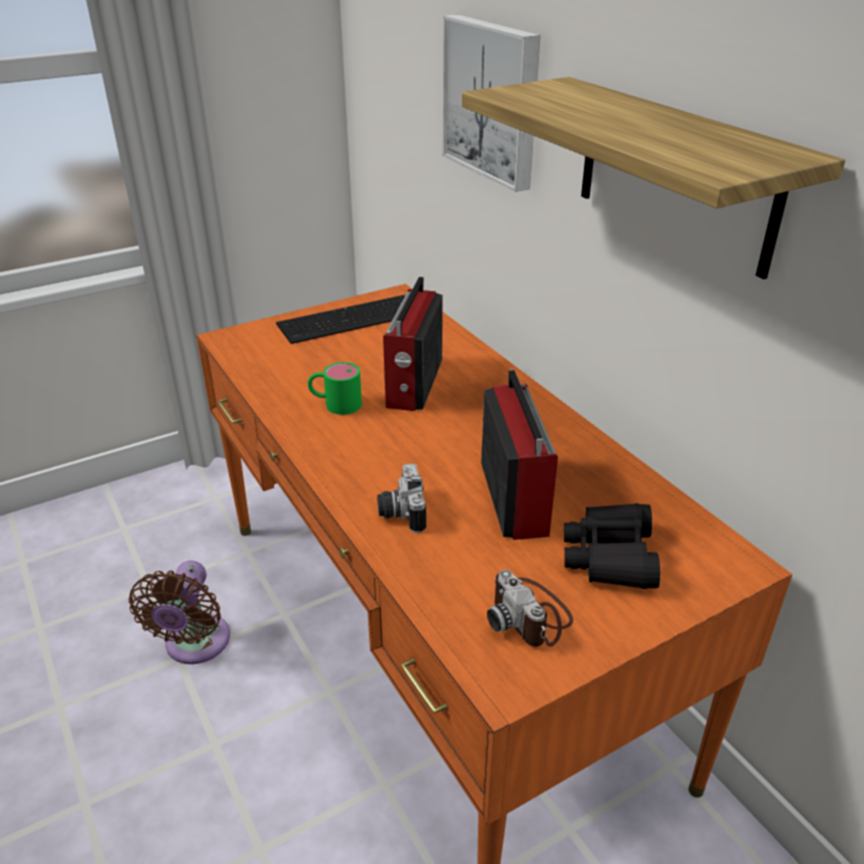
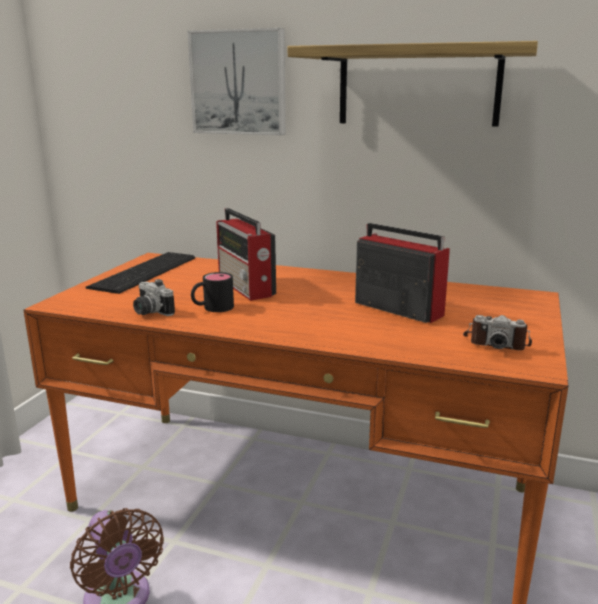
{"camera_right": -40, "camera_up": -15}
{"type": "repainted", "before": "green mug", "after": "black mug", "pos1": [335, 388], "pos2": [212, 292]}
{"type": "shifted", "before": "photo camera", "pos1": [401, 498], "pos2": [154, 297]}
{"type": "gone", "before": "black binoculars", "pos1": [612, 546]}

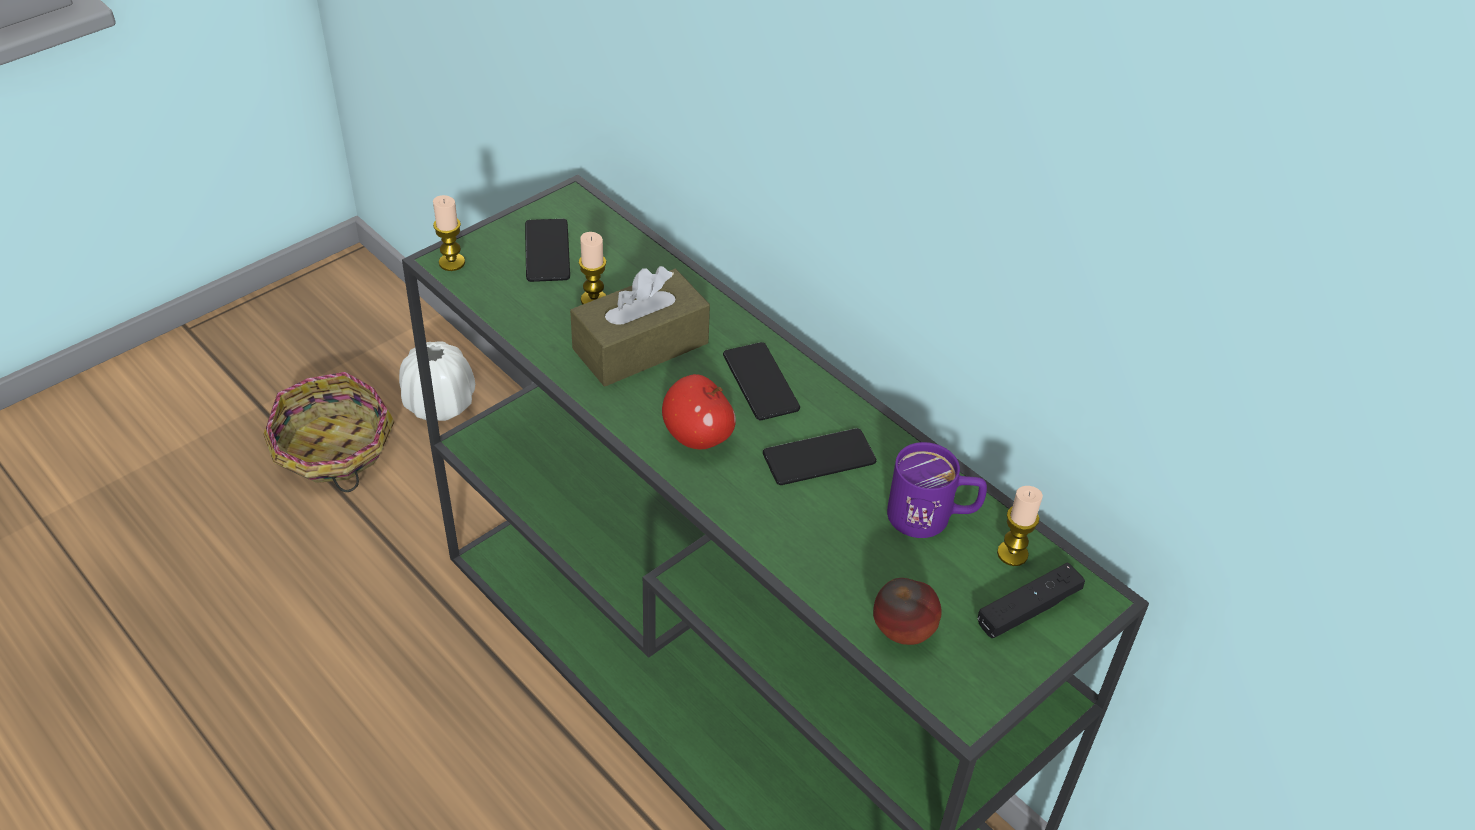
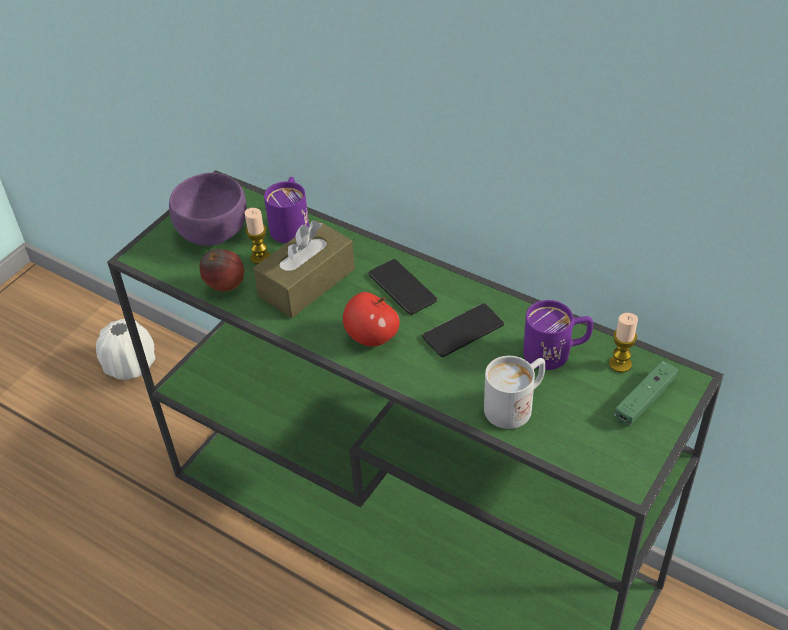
{"camera_right": -10, "camera_up": 0}
{"type": "gone", "before": "candle", "pos1": [449, 233]}
{"type": "swapped", "before": "phone", "after": "purple bowl", "pos1": [547, 250], "pos2": [208, 209]}
{"type": "gone", "before": "basket", "pos1": [329, 432]}
{"type": "repainted", "before": "black game controller", "after": "green game controller", "pos1": [1031, 600], "pos2": [646, 393]}
{"type": "shifted", "before": "apple", "pos1": [907, 611], "pos2": [221, 270]}
{"type": "new", "after": "purple mug", "pos2": [286, 210]}
{"type": "new", "after": "white mug", "pos2": [514, 392]}

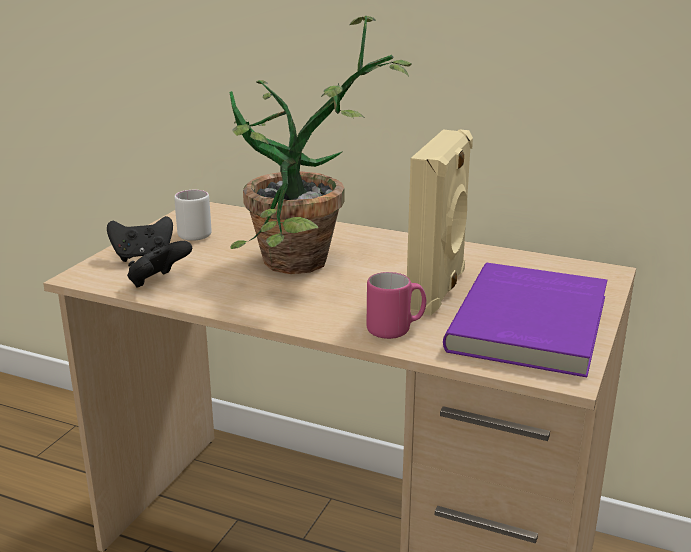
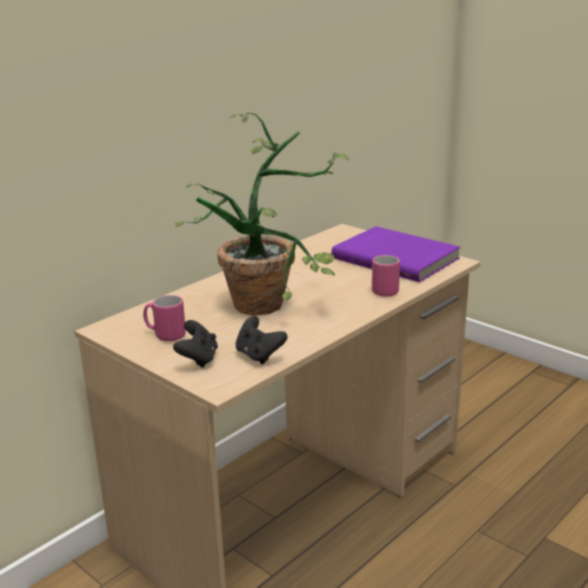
{"camera_right": -70, "camera_up": 0}
{"type": "gone", "before": "beige speaker", "pos1": [440, 222]}
{"type": "repainted", "before": "white mug", "after": "pink mug", "pos1": [193, 215], "pos2": [164, 318]}

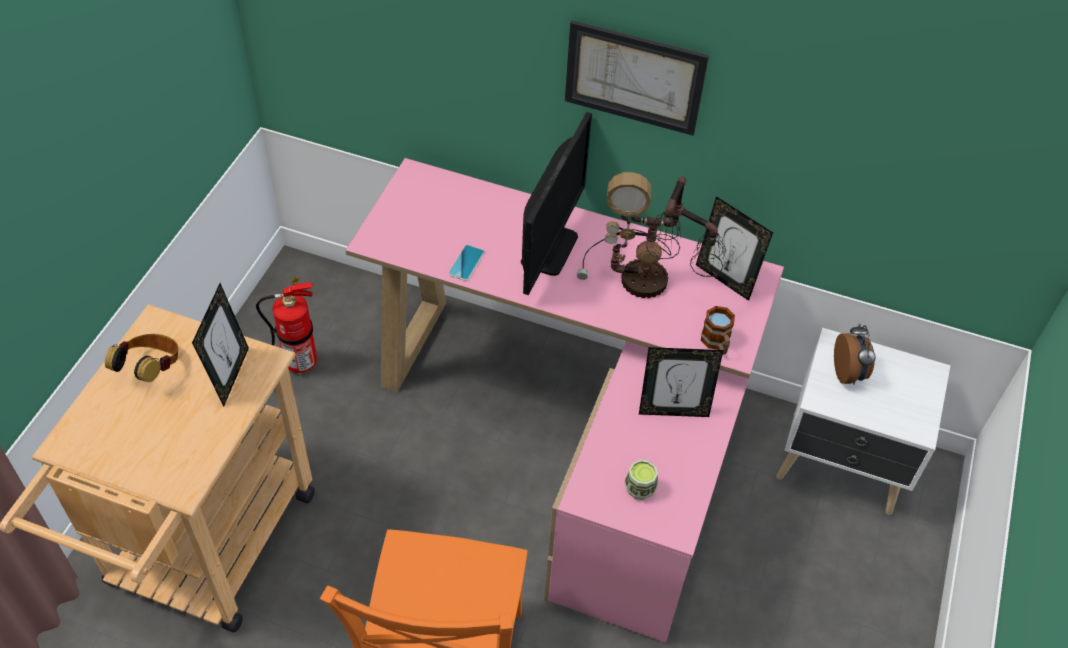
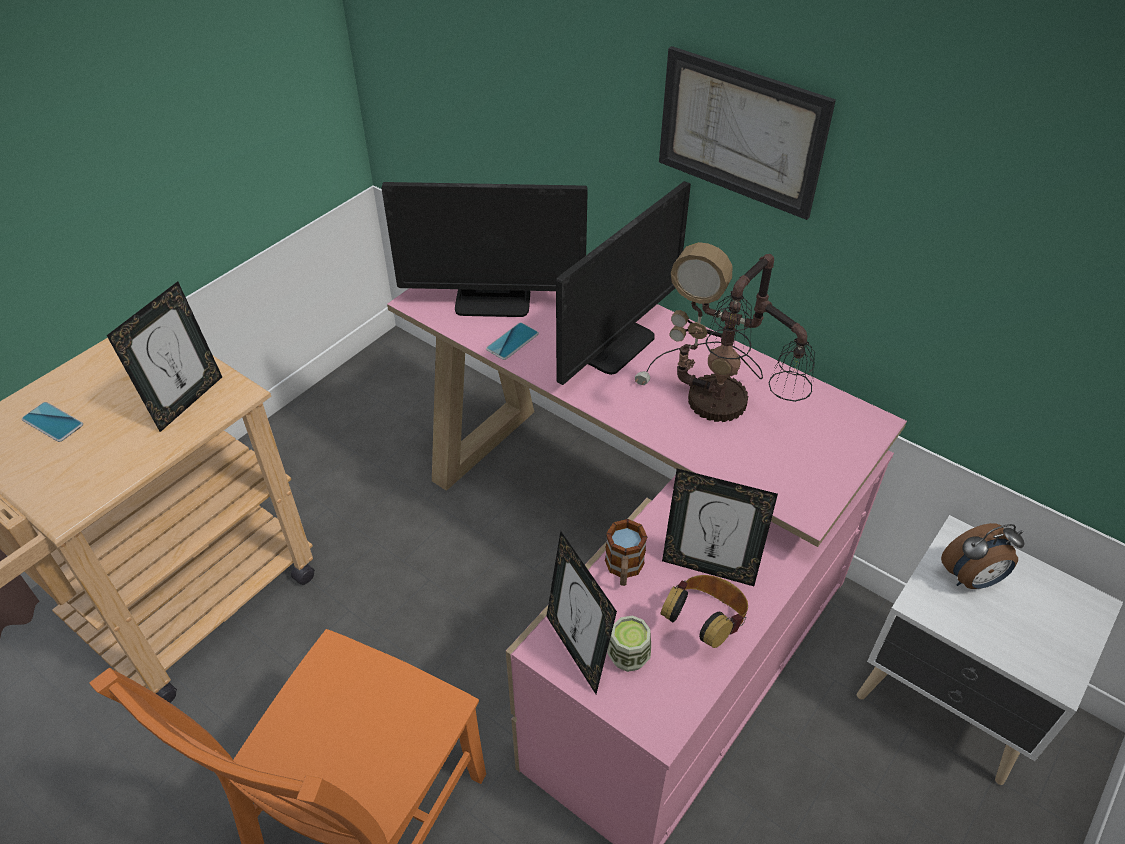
{"camera_right": 20, "camera_up": -5}
{"type": "shifted", "before": "picture frame", "pos1": [734, 248], "pos2": [581, 612]}
{"type": "gone", "before": "fire extinguisher", "pos1": [286, 325]}
{"type": "shifted", "before": "mug", "pos1": [718, 330], "pos2": [626, 552]}
{"type": "rotated", "before": "alarm clock", "pos1": [855, 353], "pos2": [982, 556], "turn": 60}
{"type": "shifted", "before": "headphones", "pos1": [141, 358], "pos2": [704, 611]}
{"type": "new", "after": "monitor", "pos2": [485, 249]}
{"type": "new", "after": "phone", "pos2": [52, 422]}

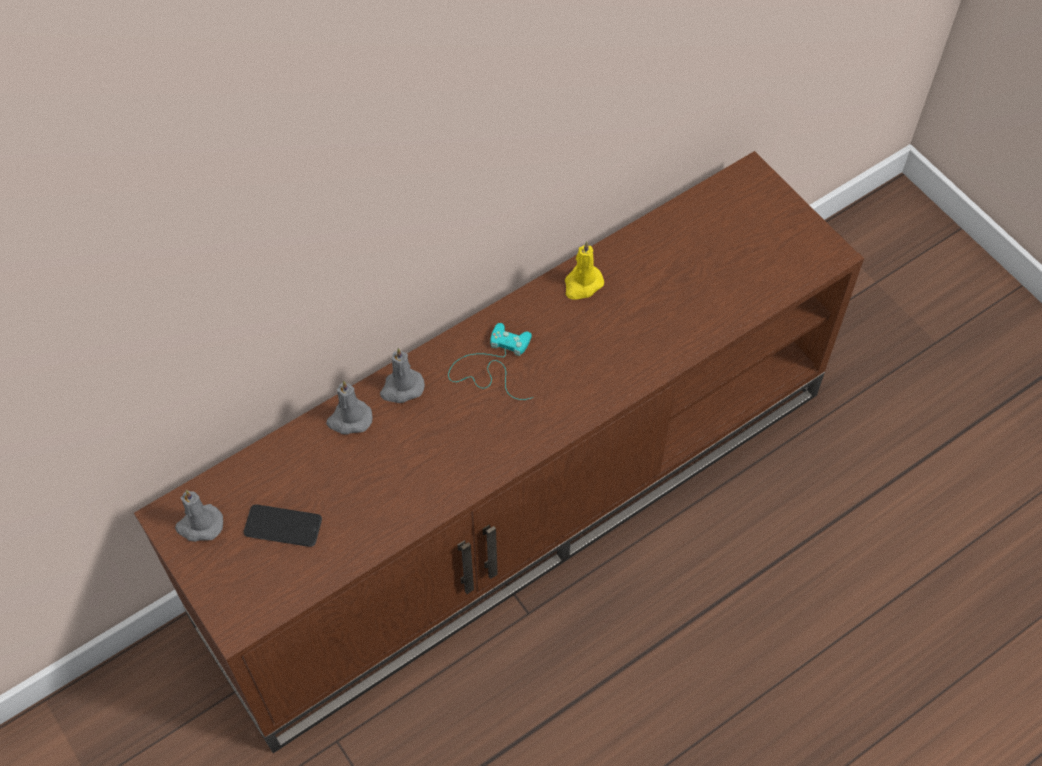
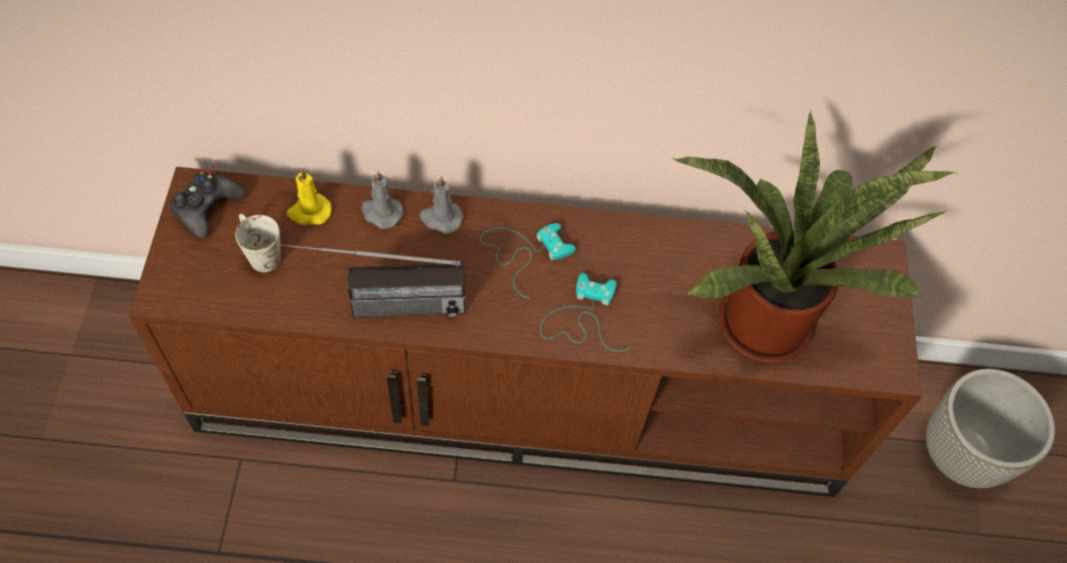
{"camera_right": 35, "camera_up": 0}
{"type": "shifted", "before": "yellow candle", "pos1": [584, 270], "pos2": [308, 196]}
{"type": "swapped", "before": "grey candle", "after": "black game controller", "pos1": [199, 516], "pos2": [208, 205]}
{"type": "swapped", "before": "phone", "after": "white mug", "pos1": [283, 525], "pos2": [258, 243]}
{"type": "new", "after": "potted plant", "pos2": [813, 236]}
{"type": "new", "after": "radio", "pos2": [371, 280]}
{"type": "new", "after": "turquoise game controller", "pos2": [585, 312]}
{"type": "new", "after": "grey planter", "pos2": [990, 428]}

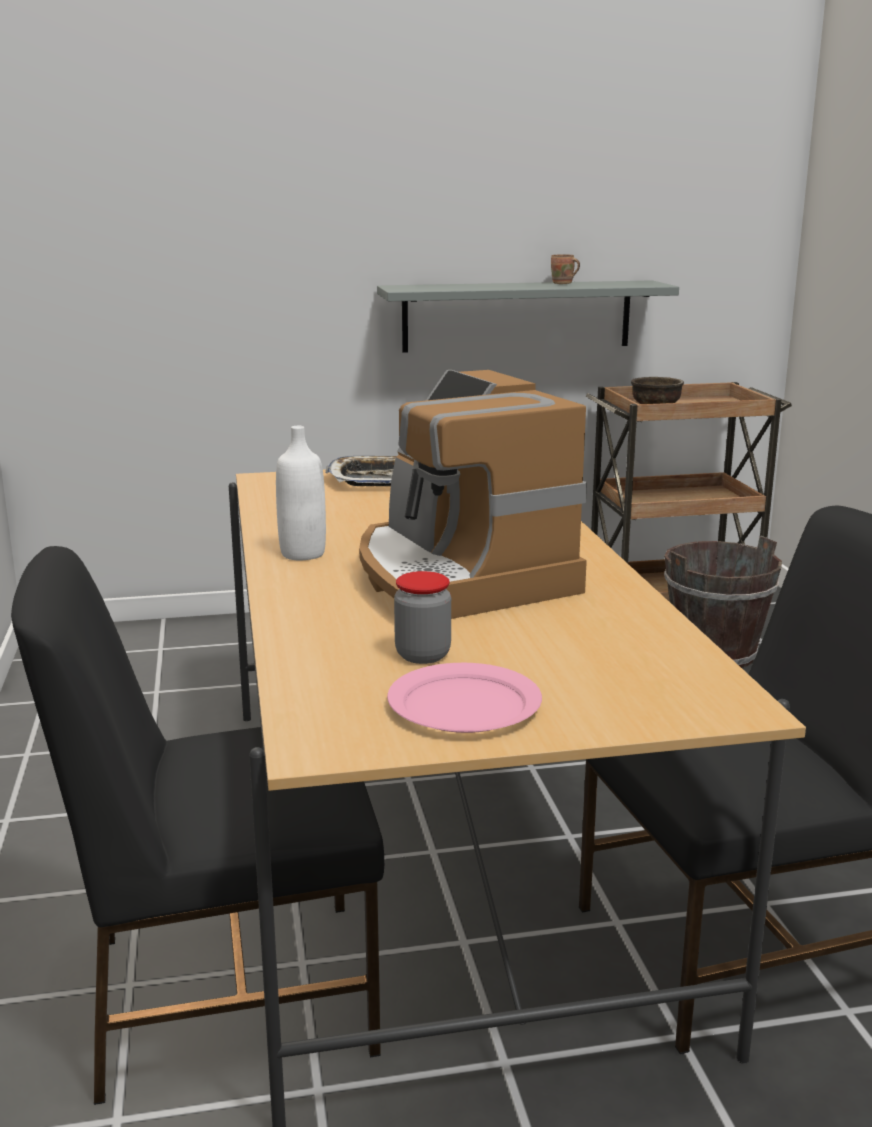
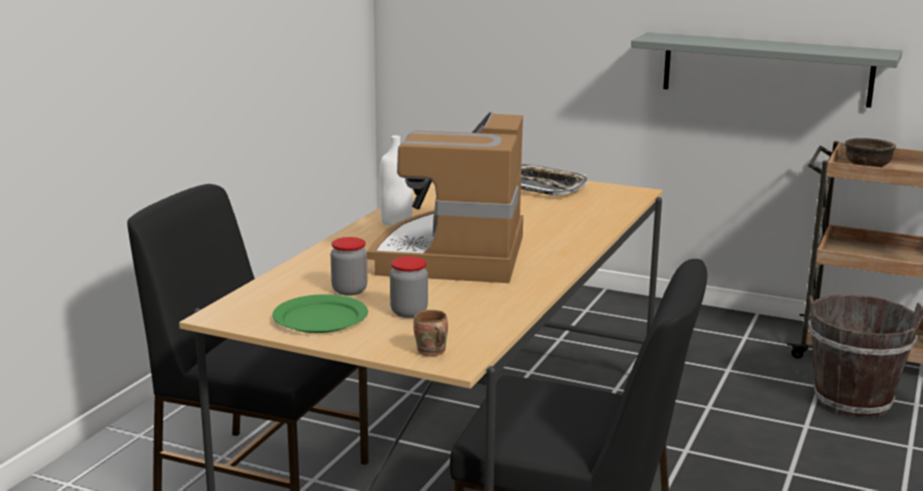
{"camera_right": 35, "camera_up": 0}
{"type": "shifted", "before": "brown mug", "pos1": [565, 269], "pos2": [430, 333]}
{"type": "repainted", "before": "pink plate", "after": "green plate", "pos1": [464, 698], "pos2": [320, 313]}
{"type": "new", "after": "jar", "pos2": [409, 287]}

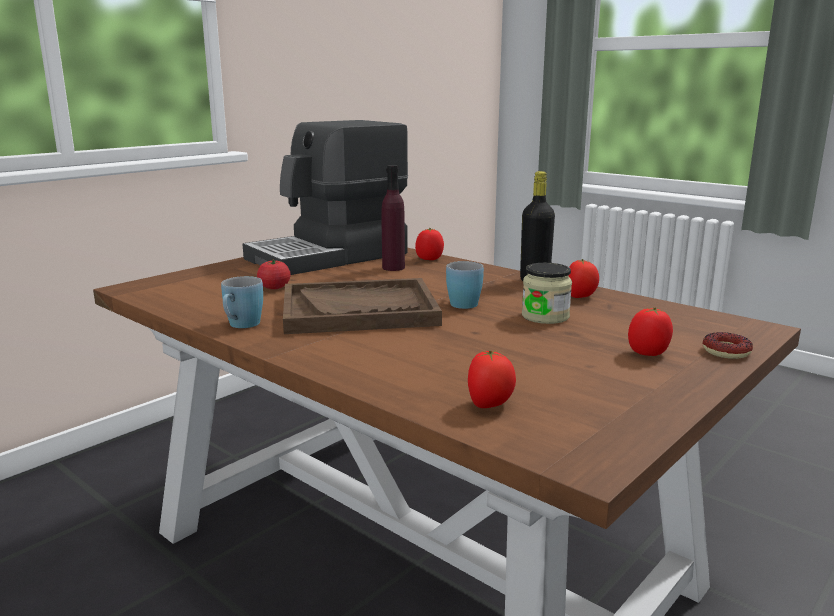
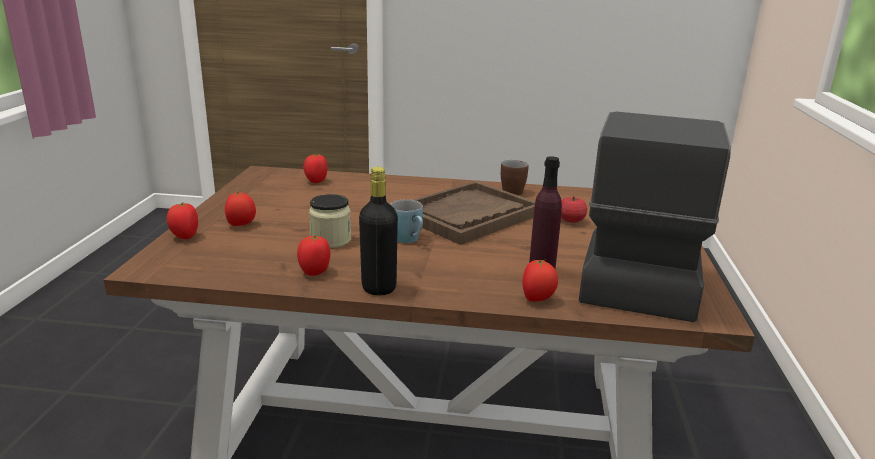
{"camera_right": 145, "camera_up": 5}
{"type": "repainted", "before": "blue mug", "after": "brown mug", "pos1": [242, 302], "pos2": [514, 177]}
{"type": "swapped", "before": "donut", "after": "tomato", "pos1": [728, 345], "pos2": [182, 221]}

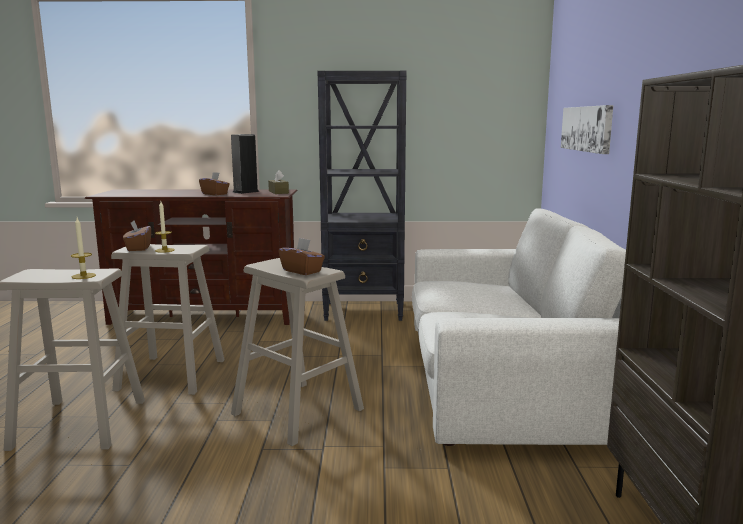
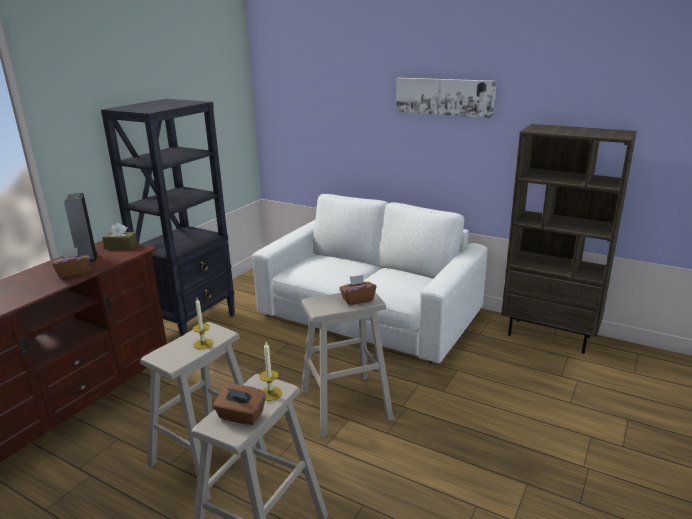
{"camera_right": -60, "camera_up": 10}
{"type": "shifted", "before": "picture", "pos1": [587, 129], "pos2": [446, 98]}
{"type": "shifted", "before": "brown tissue box", "pos1": [137, 235], "pos2": [239, 404]}

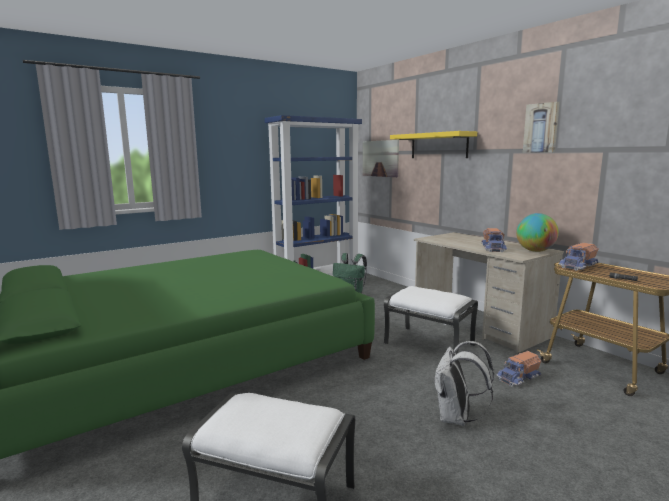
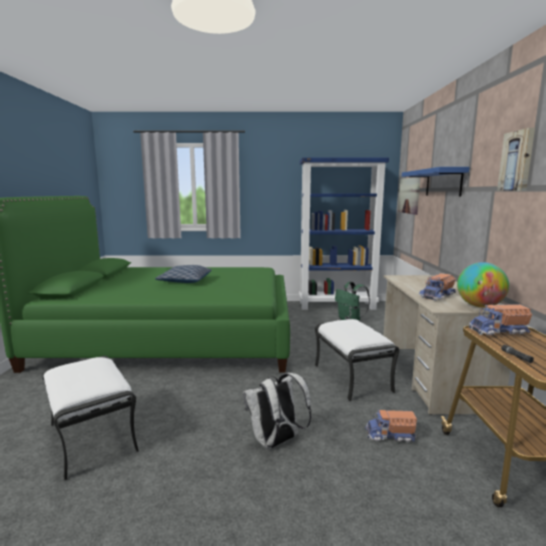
{"camera_right": 35, "camera_up": 0}
{"type": "repainted", "before": "yellow shelf", "after": "blue shelf", "pos1": [433, 144], "pos2": [435, 181]}
{"type": "new", "after": "pillow", "pos2": [183, 274]}

